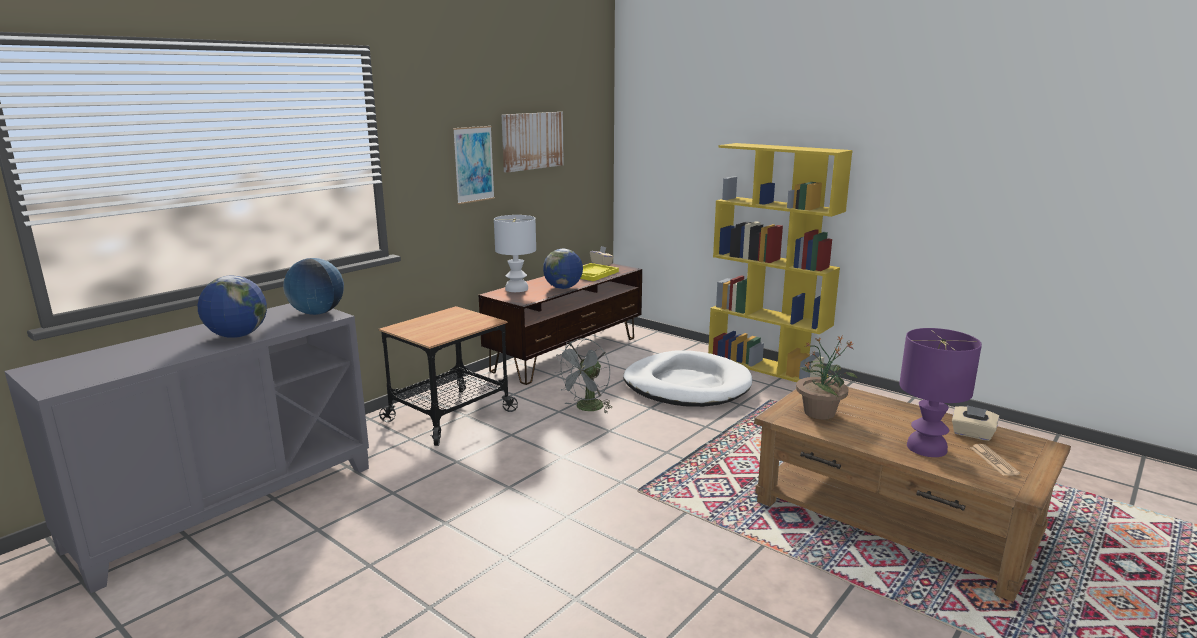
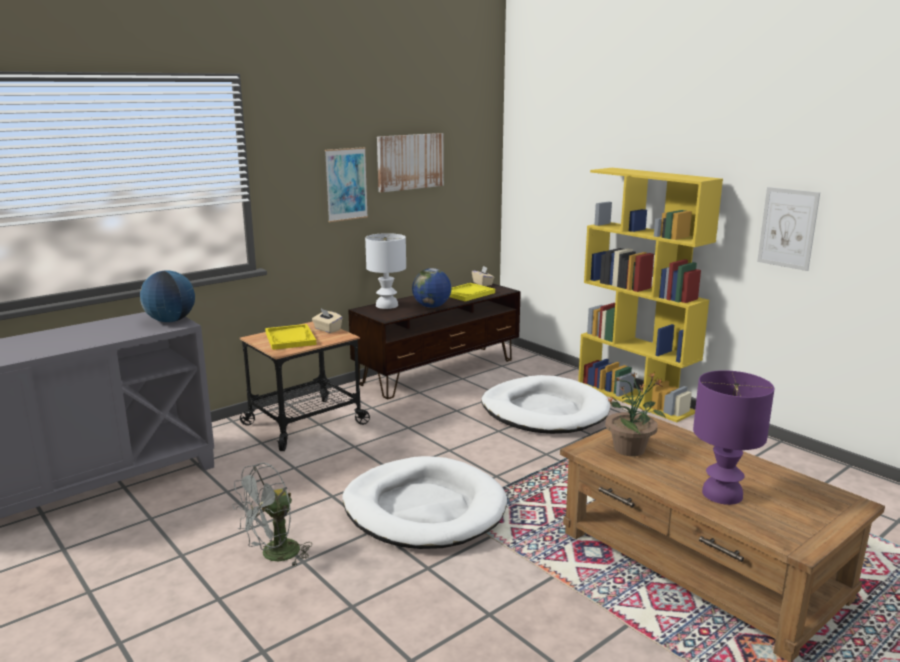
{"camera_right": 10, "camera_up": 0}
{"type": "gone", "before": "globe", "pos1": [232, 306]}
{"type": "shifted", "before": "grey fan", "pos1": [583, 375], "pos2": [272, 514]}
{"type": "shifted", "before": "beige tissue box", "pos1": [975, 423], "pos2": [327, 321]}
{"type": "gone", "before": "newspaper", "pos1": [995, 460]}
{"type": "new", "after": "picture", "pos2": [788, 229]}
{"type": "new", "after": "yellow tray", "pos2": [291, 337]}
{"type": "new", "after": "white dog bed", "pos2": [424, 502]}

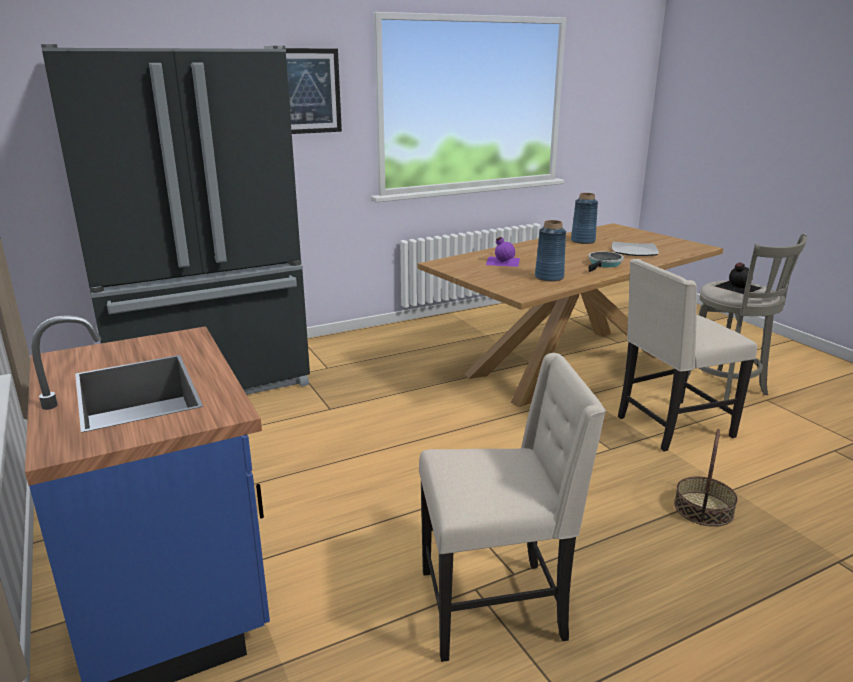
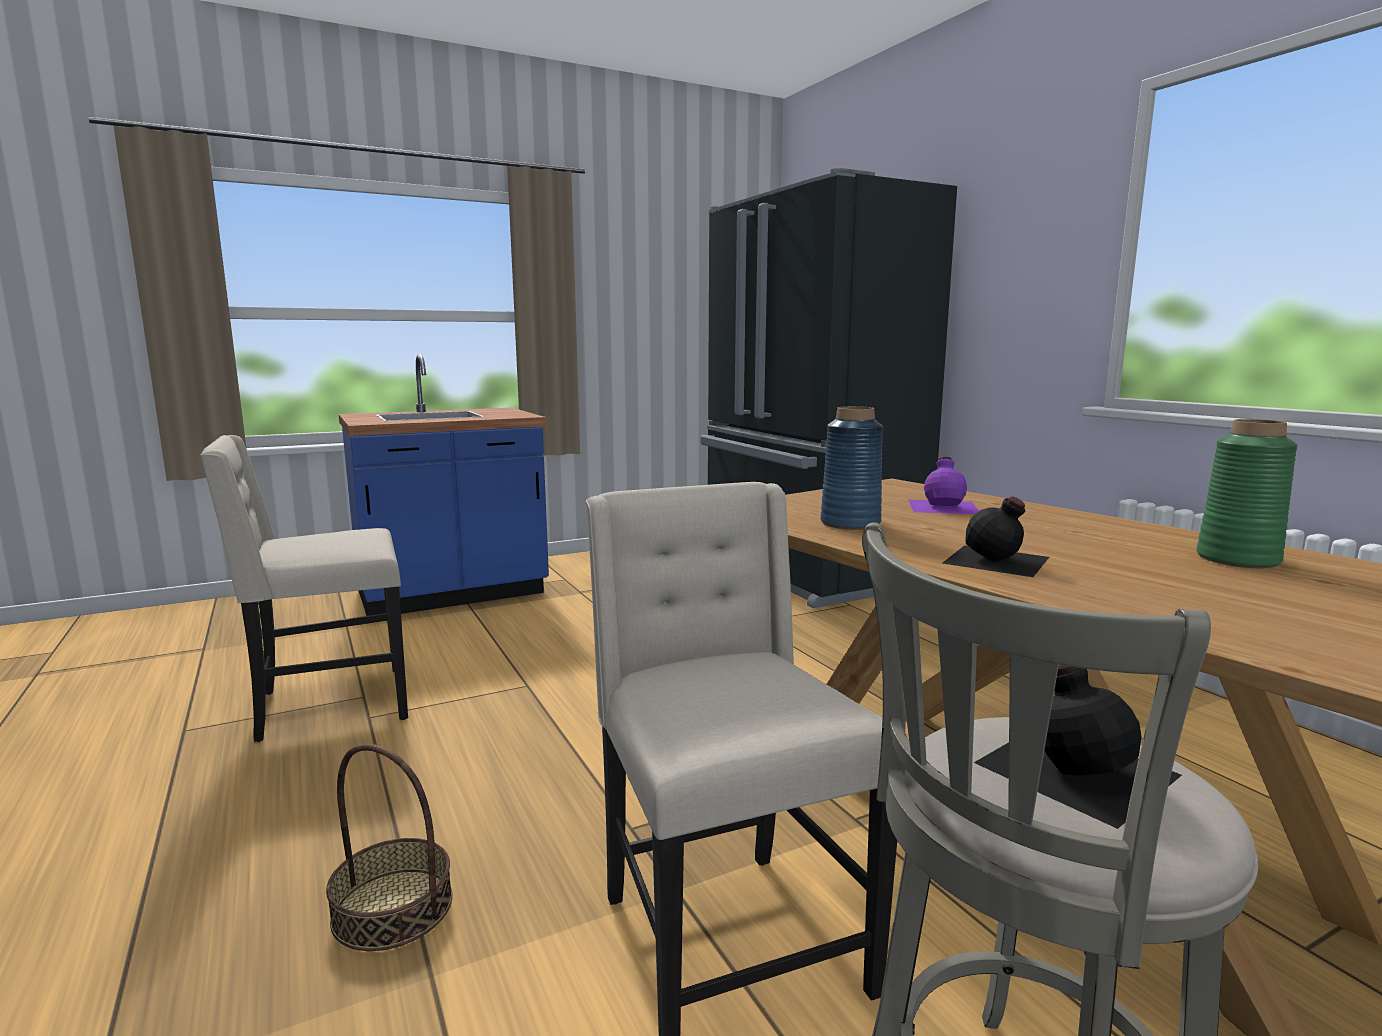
{"camera_right": 90, "camera_up": -10}
{"type": "gone", "before": "picture", "pos1": [313, 91]}
{"type": "repainted", "before": "blue vase", "after": "green vase", "pos1": [584, 218], "pos2": [1247, 493]}
{"type": "gone", "before": "plate", "pos1": [635, 249]}
{"type": "swapped", "before": "frying pan", "after": "black bottle", "pos1": [606, 261], "pos2": [995, 536]}
{"type": "rotated", "before": "beige chair", "pos1": [512, 507], "pos2": [304, 588], "turn": 75}

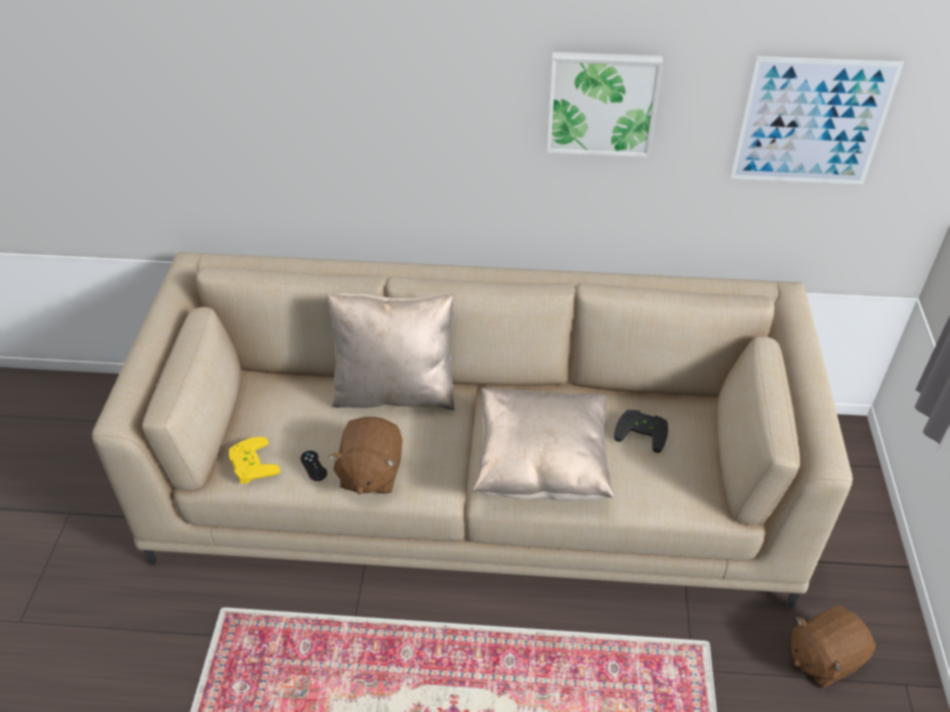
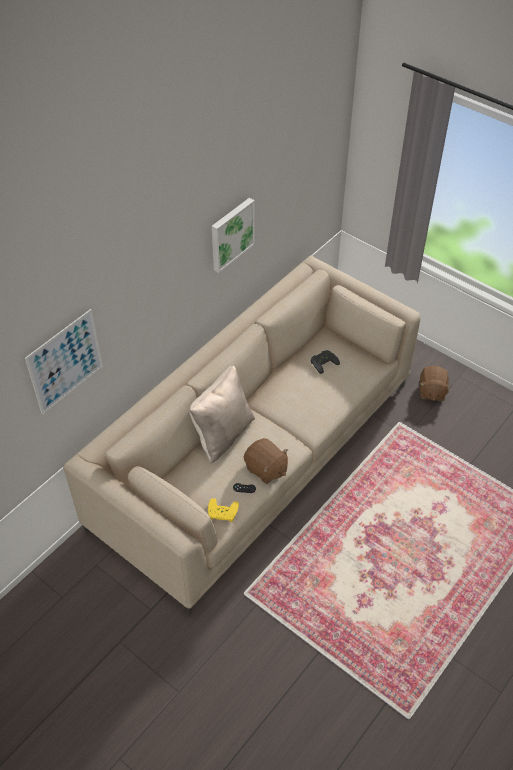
{"camera_right": -55, "camera_up": 5}
{"type": "shifted", "before": "picture", "pos1": [817, 120], "pos2": [64, 362]}
{"type": "gone", "before": "beige pillow", "pos1": [543, 444]}

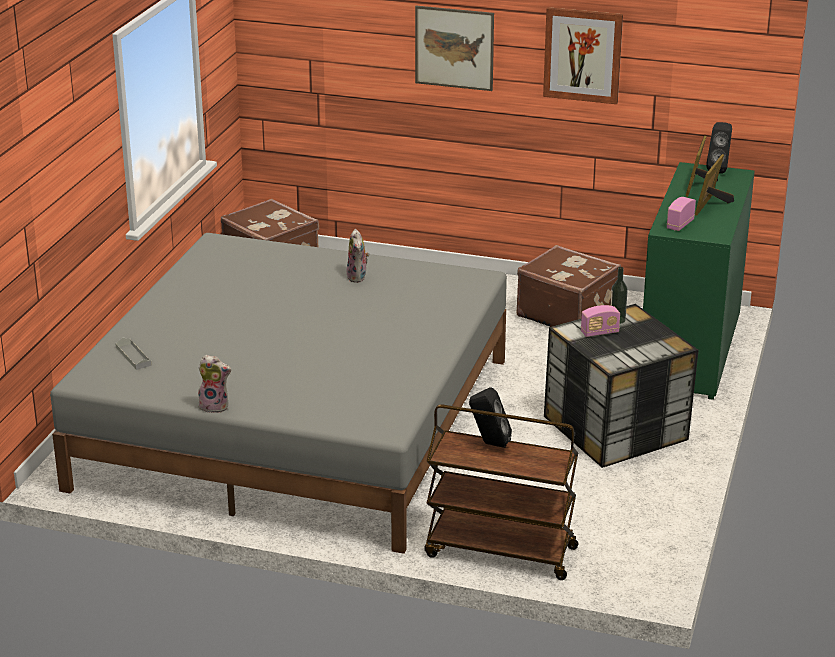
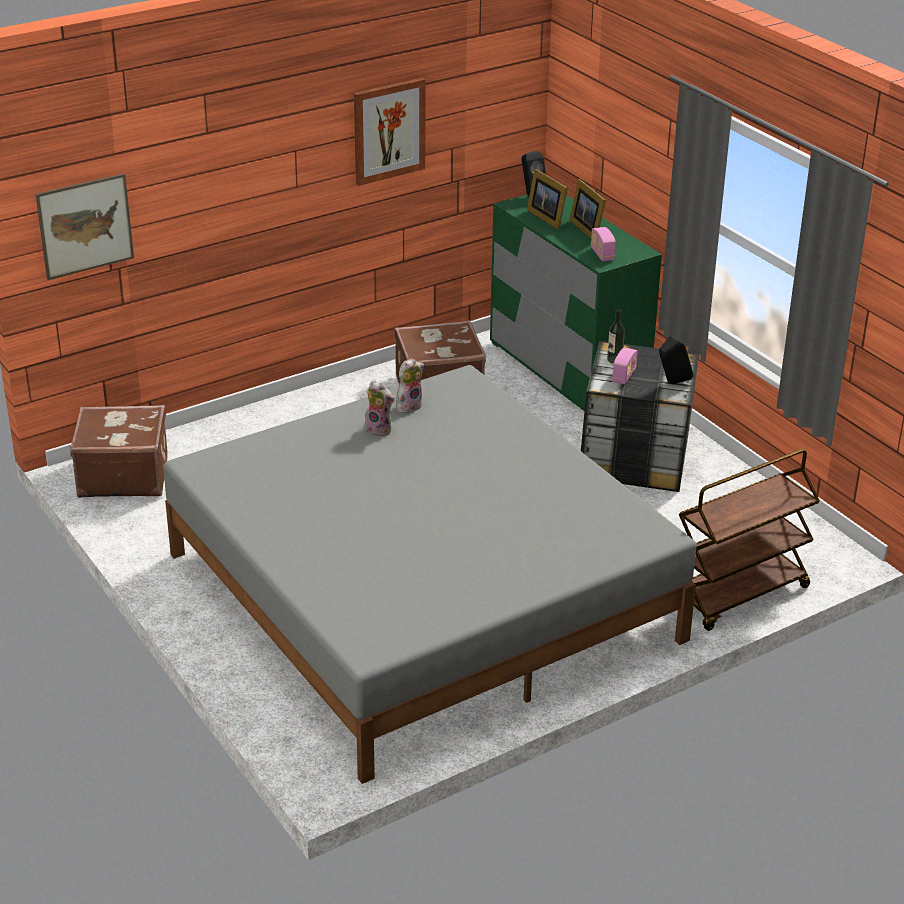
{"camera_right": -50, "camera_up": 5}
{"type": "shifted", "before": "picture", "pos1": [454, 48], "pos2": [84, 227]}
{"type": "gone", "before": "grey tray", "pos1": [133, 354]}
{"type": "shifted", "before": "plush toy", "pos1": [214, 384], "pos2": [410, 385]}
{"type": "shifted", "before": "black speaker", "pos1": [490, 417], "pos2": [676, 359]}

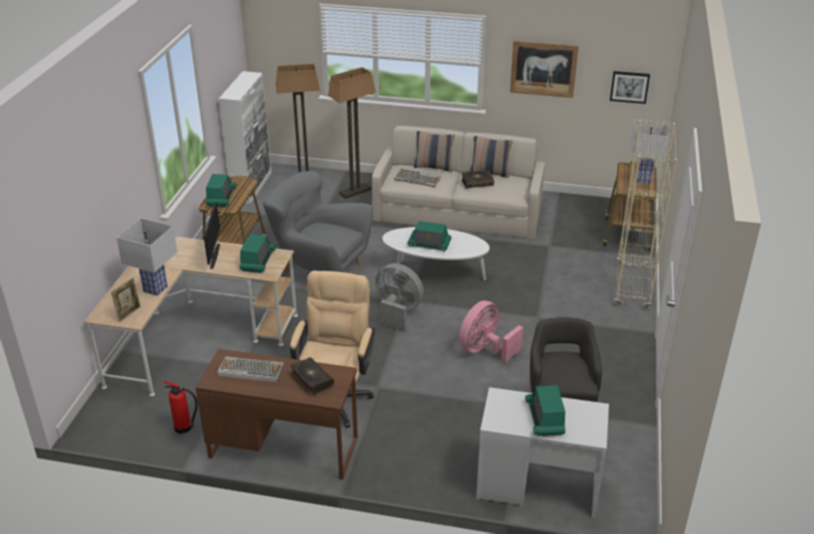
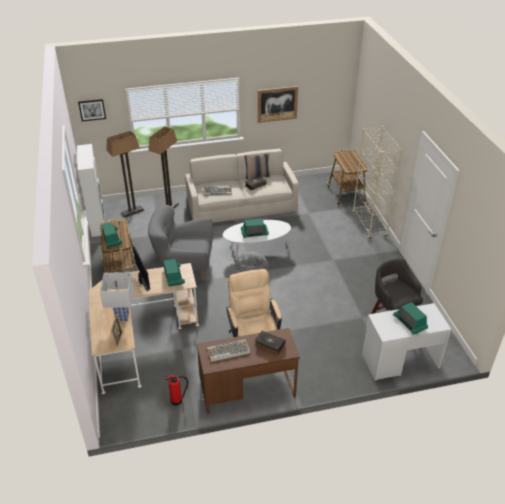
{"camera_right": -25, "camera_up": 5}
{"type": "shifted", "before": "picture", "pos1": [630, 87], "pos2": [92, 110]}
{"type": "gone", "before": "white table lamp", "pos1": [650, 151]}
{"type": "gone", "before": "pillow", "pos1": [434, 151]}
{"type": "gone", "before": "pink fan", "pos1": [491, 331]}

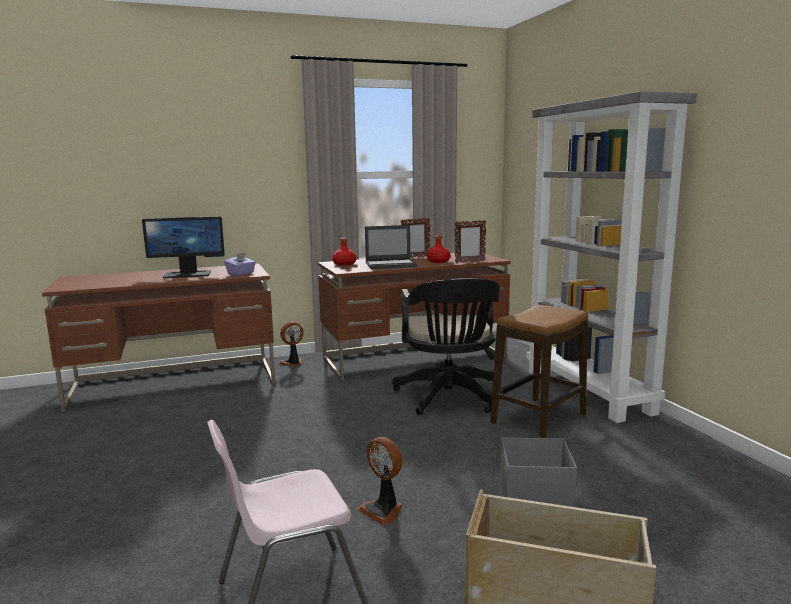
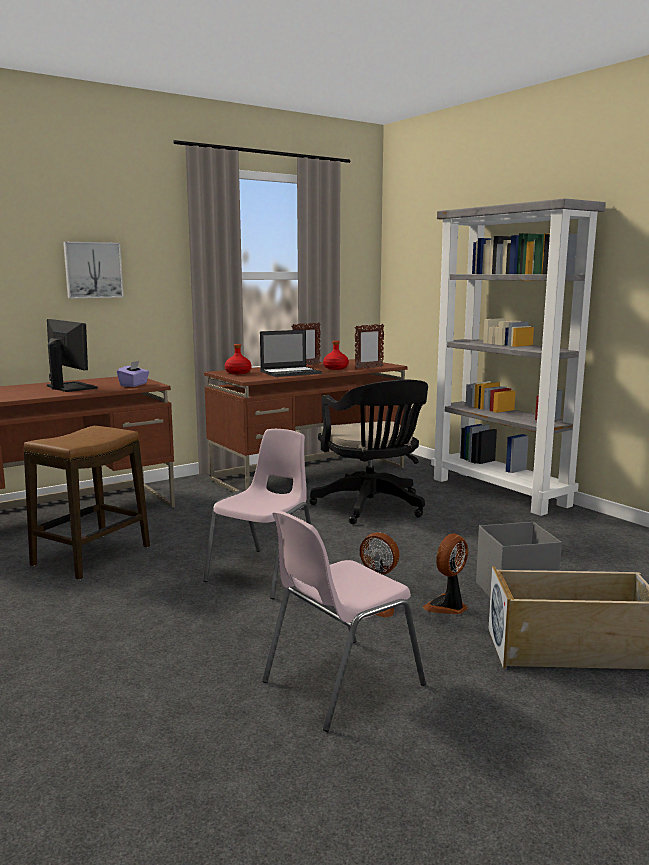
{"camera_right": -15, "camera_up": 0}
{"type": "rotated", "before": "monitor", "pos1": [183, 247], "pos2": [72, 355], "turn": -105}
{"type": "shifted", "before": "stool", "pos1": [539, 371], "pos2": [87, 503]}
{"type": "shifted", "before": "fan", "pos1": [291, 343], "pos2": [445, 573]}
{"type": "new", "after": "picture", "pos2": [93, 270]}
{"type": "new", "after": "pink chair", "pos2": [257, 514]}

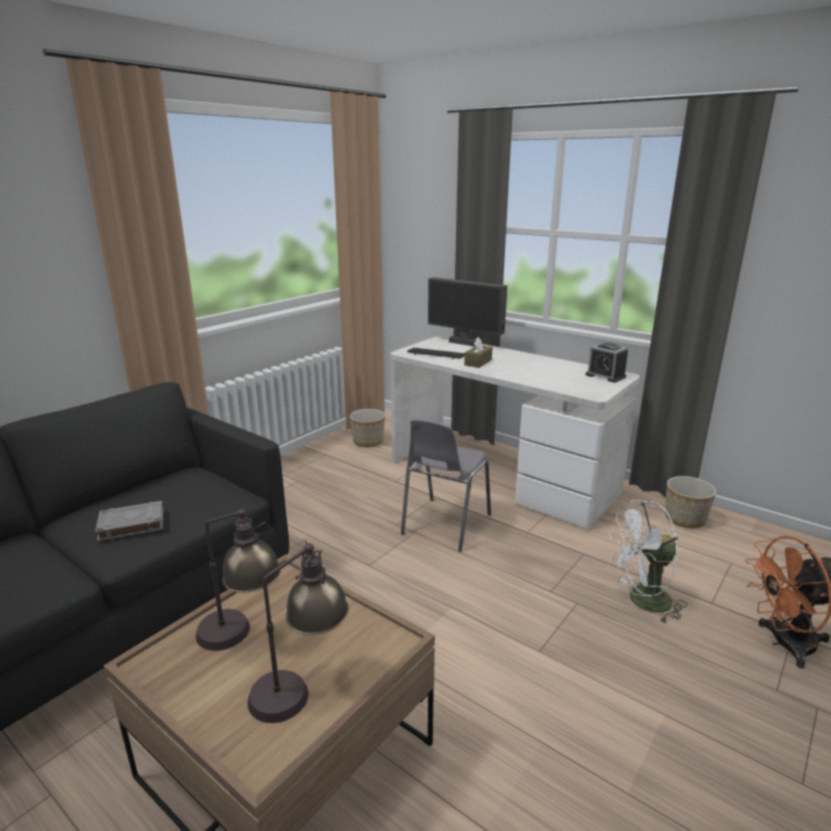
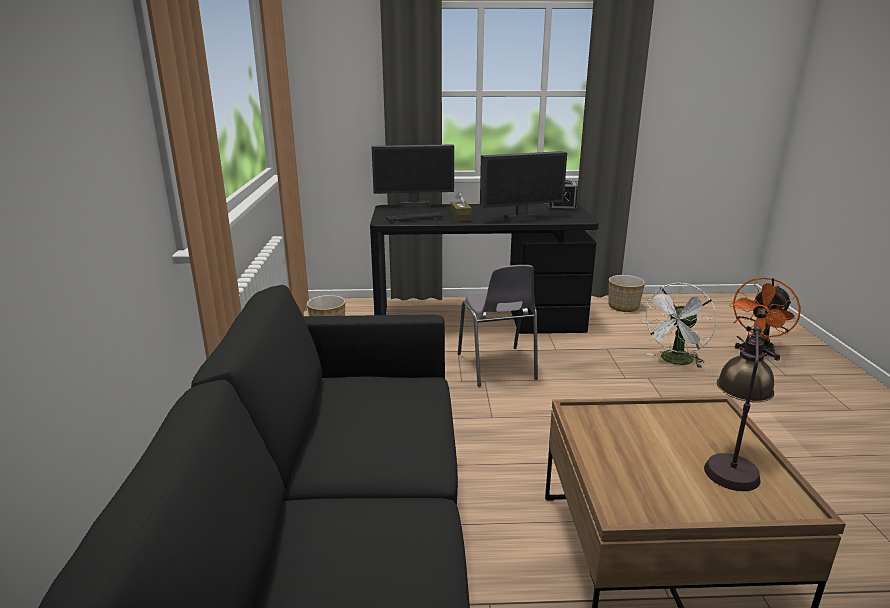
{"camera_right": -40, "camera_up": 0}
{"type": "repainted", "before": "white desk", "after": "black desk", "pos1": [515, 432], "pos2": [484, 268]}
{"type": "gone", "before": "grey book", "pos1": [129, 521]}
{"type": "gone", "before": "table lamp", "pos1": [238, 578]}
{"type": "new", "after": "monitor", "pos2": [523, 186]}

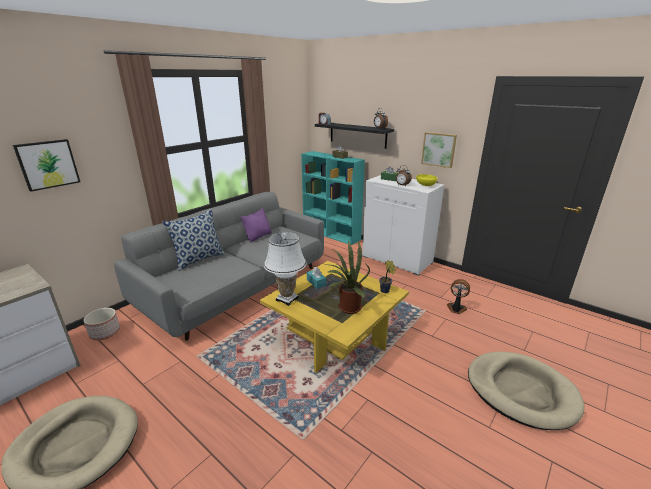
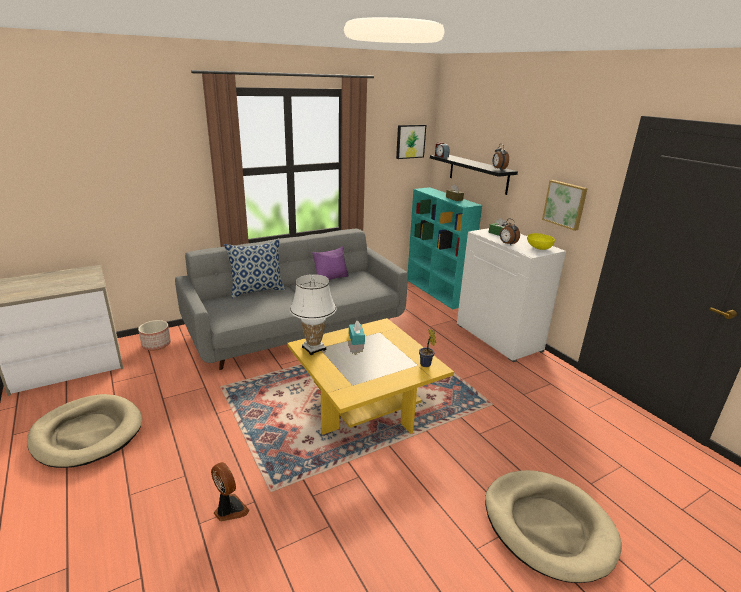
{"camera_right": 20, "camera_up": 0}
{"type": "shifted", "before": "picture", "pos1": [46, 165], "pos2": [411, 142]}
{"type": "gone", "before": "potted plant", "pos1": [347, 277]}
{"type": "shifted", "before": "fan", "pos1": [458, 296], "pos2": [230, 492]}

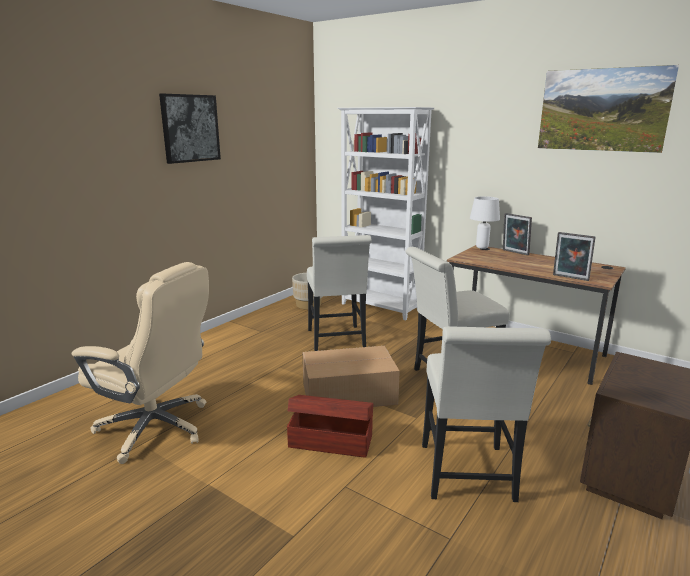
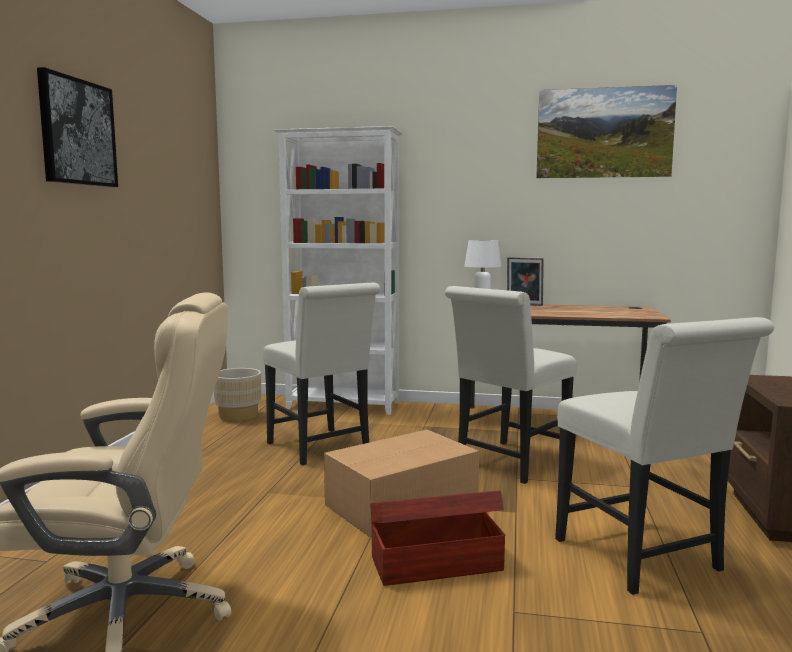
{"camera_right": -25, "camera_up": -10}
{"type": "gone", "before": "picture frame", "pos1": [574, 256]}

